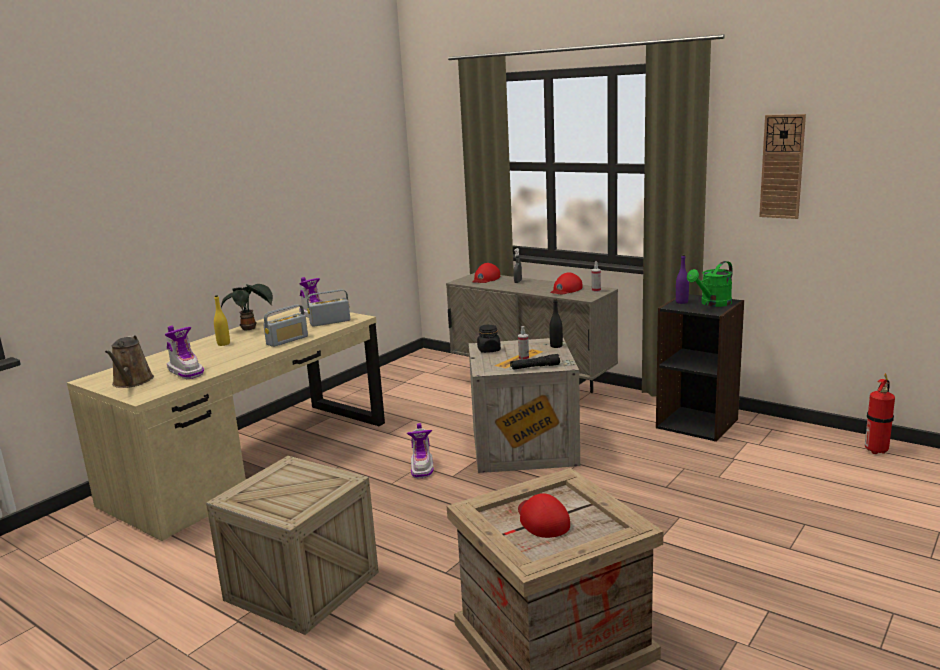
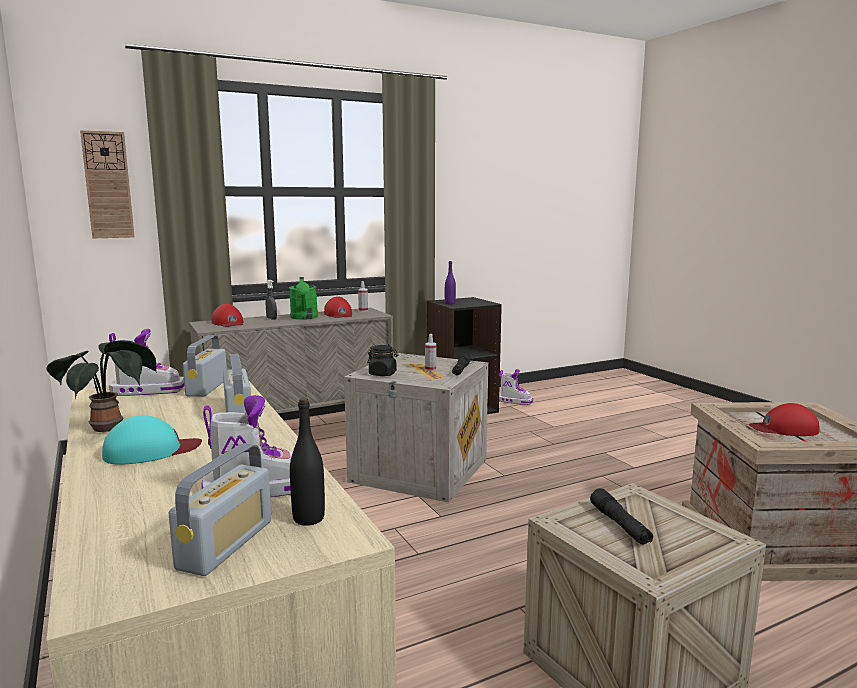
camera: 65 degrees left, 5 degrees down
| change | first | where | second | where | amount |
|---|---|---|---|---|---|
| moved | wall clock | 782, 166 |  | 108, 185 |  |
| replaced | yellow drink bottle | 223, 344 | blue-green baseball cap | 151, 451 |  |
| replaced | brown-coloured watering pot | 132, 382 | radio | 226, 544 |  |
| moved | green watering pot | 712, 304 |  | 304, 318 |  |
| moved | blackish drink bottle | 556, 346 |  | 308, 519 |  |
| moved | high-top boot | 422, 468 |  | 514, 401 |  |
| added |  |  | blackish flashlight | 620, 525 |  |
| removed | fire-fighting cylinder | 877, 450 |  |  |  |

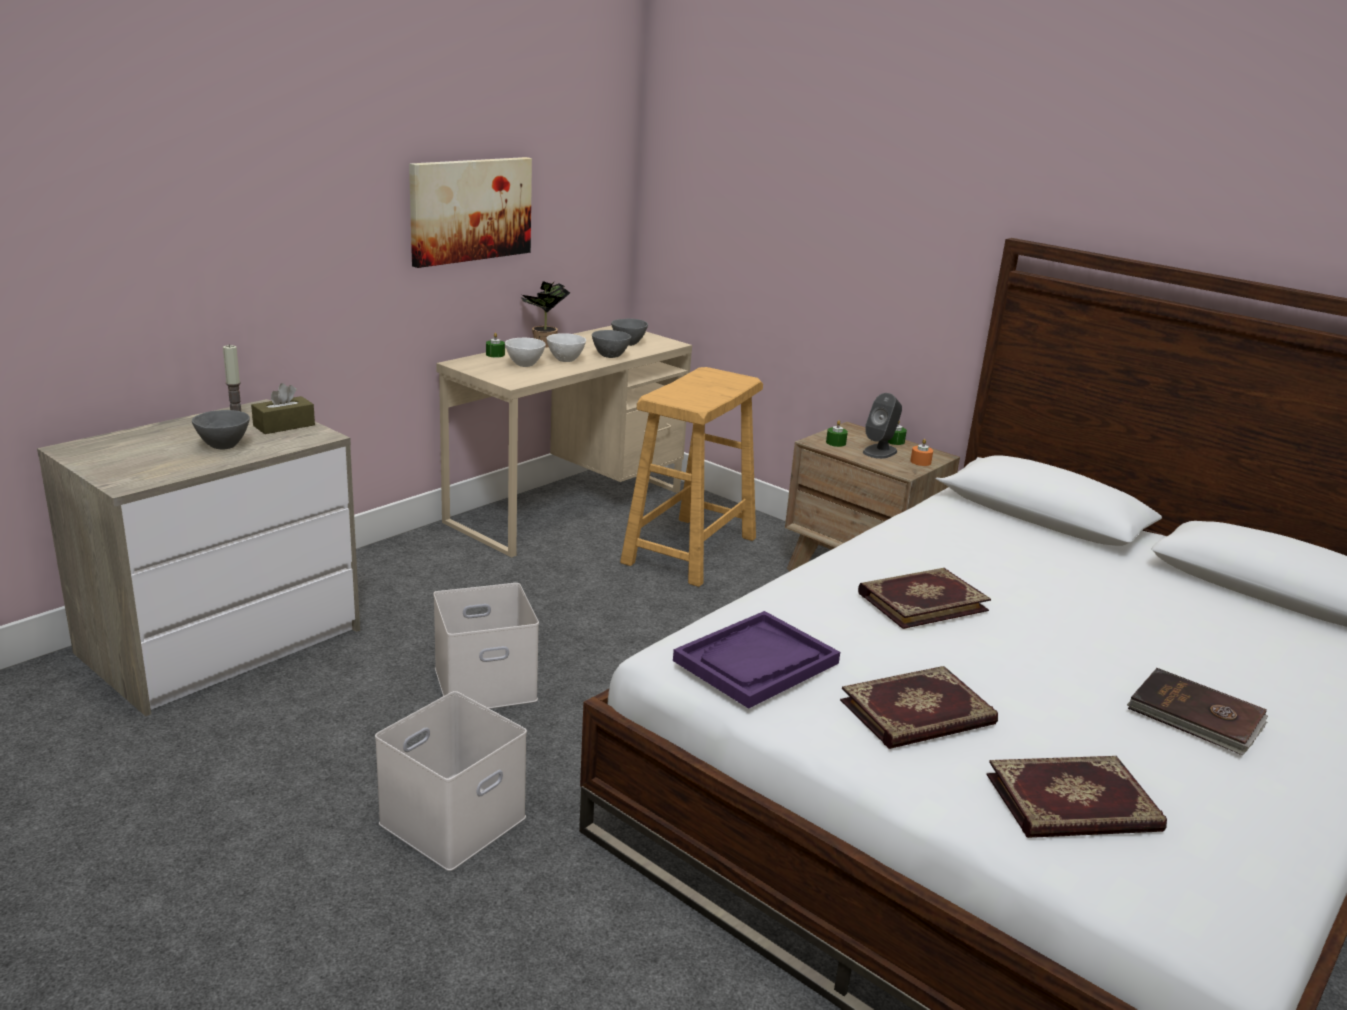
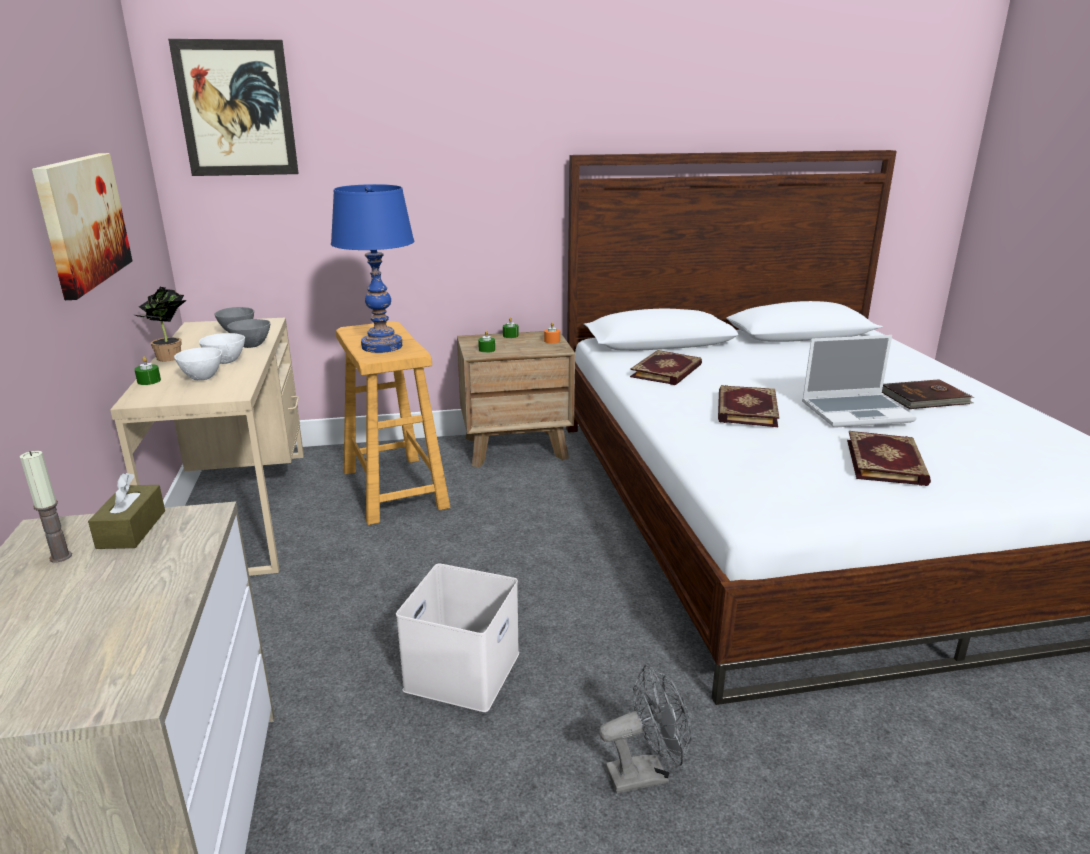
camera: 50 degrees left, 0 degrees up
| change | first | where | second | where | amount |
|---|---|---|---|---|---|
| added |  |  | picture | 236, 109 |  |
| added |  |  | bluish tabletop lamp | 382, 346 |  |
| replaced | white storage box | 453, 818 | gray fan | 646, 773 |  |
| moved | bound book | 1073, 805 |  | 667, 371 |  |
| added |  |  | portable computer | 856, 412 |  |
| removed | gray deep dish | 223, 446 |  |  |  |
| removed | purple tray | 756, 662 |  |  |  |
| removed | gray loudspeaker | 880, 451 |  |  |  |

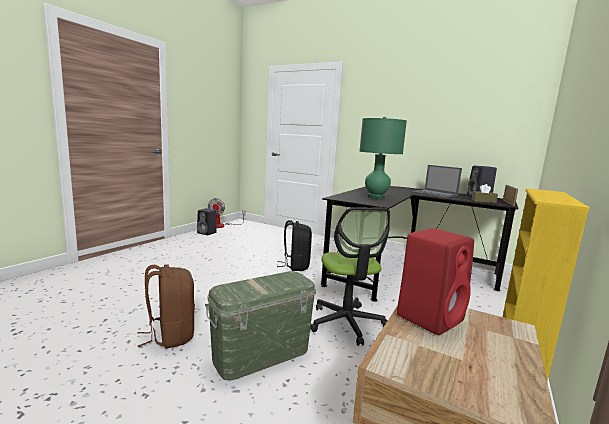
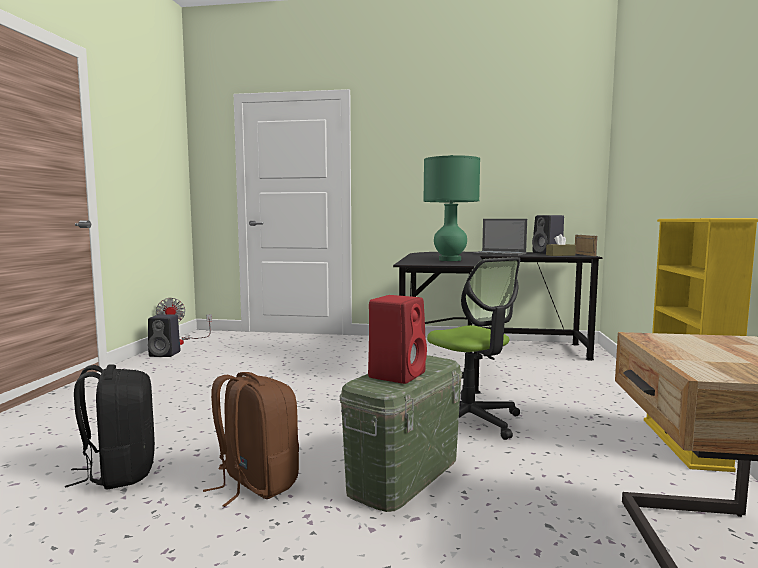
camera: 20 degrees left, 5 degrees down
| change | first | where | second | where | amount |
|---|---|---|---|---|---|
| moved | blackish backpack | 295, 266 |  | 119, 473 |  |
| moved | reddish loudspeaker | 430, 317 |  | 397, 374 |  |

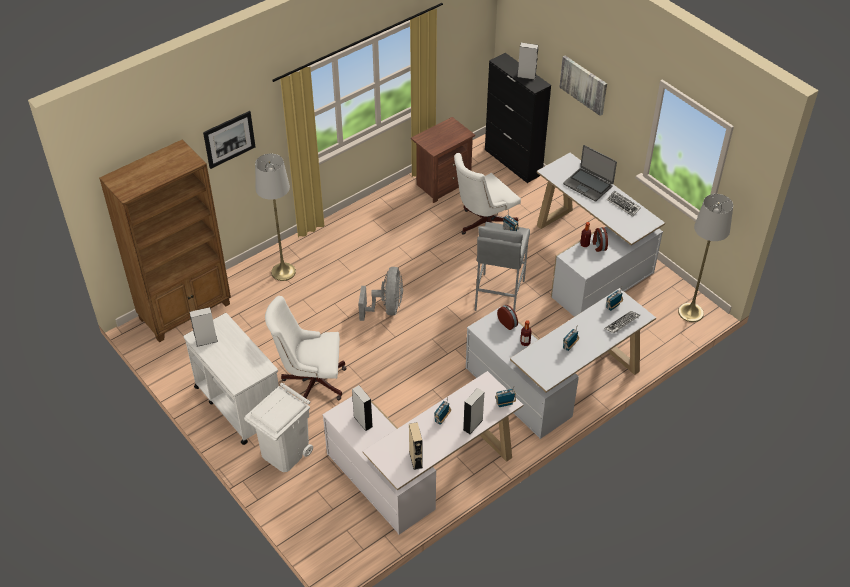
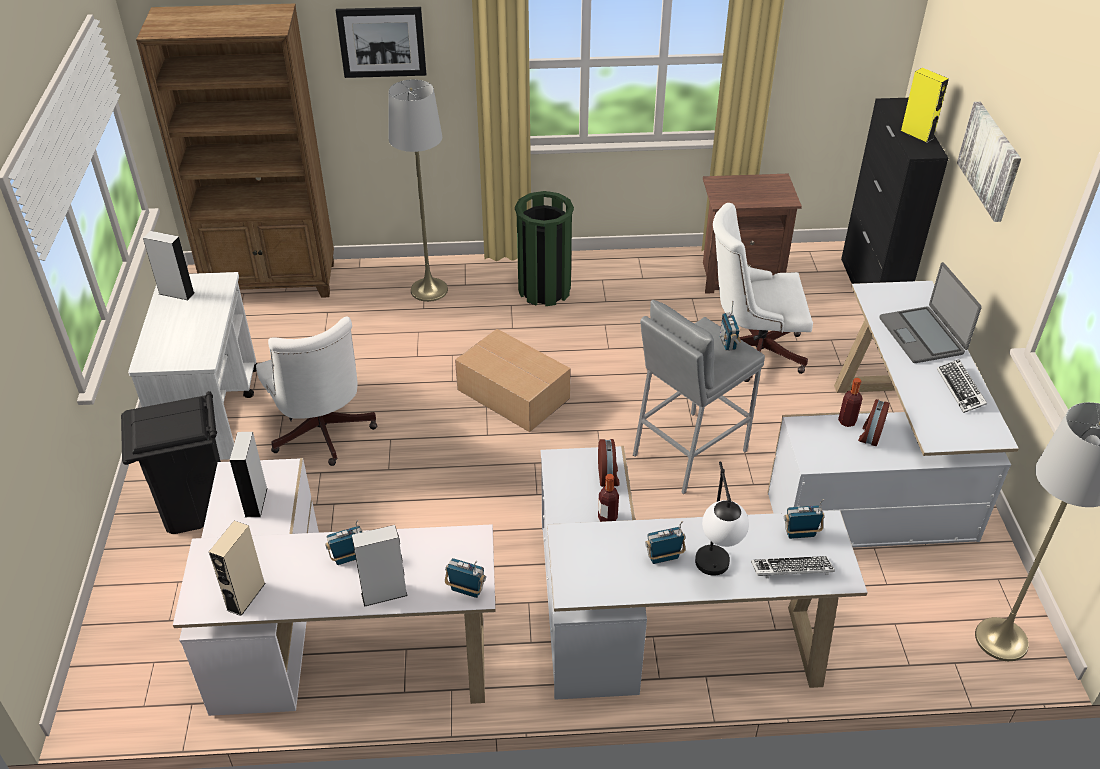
camera: 35 degrees right, 5 degrees down
| change | first | where | second | where | amount |
|---|---|---|---|---|---|
| recoloured | white trash can | 285, 453 | blackish trash can | 195, 508 |  |
| turned | white desk chair | 310, 381 |  | 322, 435 | 150 degrees counterclockwise |
| replaced | gray fan | 386, 308 | cardboard box | 512, 393 |  |
| added |  |  | green trash can | 544, 290 |  |
| added |  |  | tabletop lamp | 714, 573 |  |
| recoloured | gray loudspeaker | 526, 76 | yellow loudspeaker | 917, 134 |  |

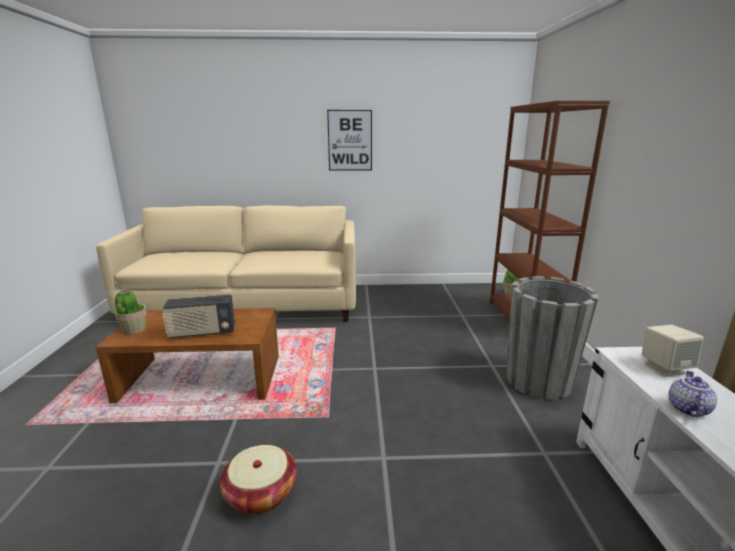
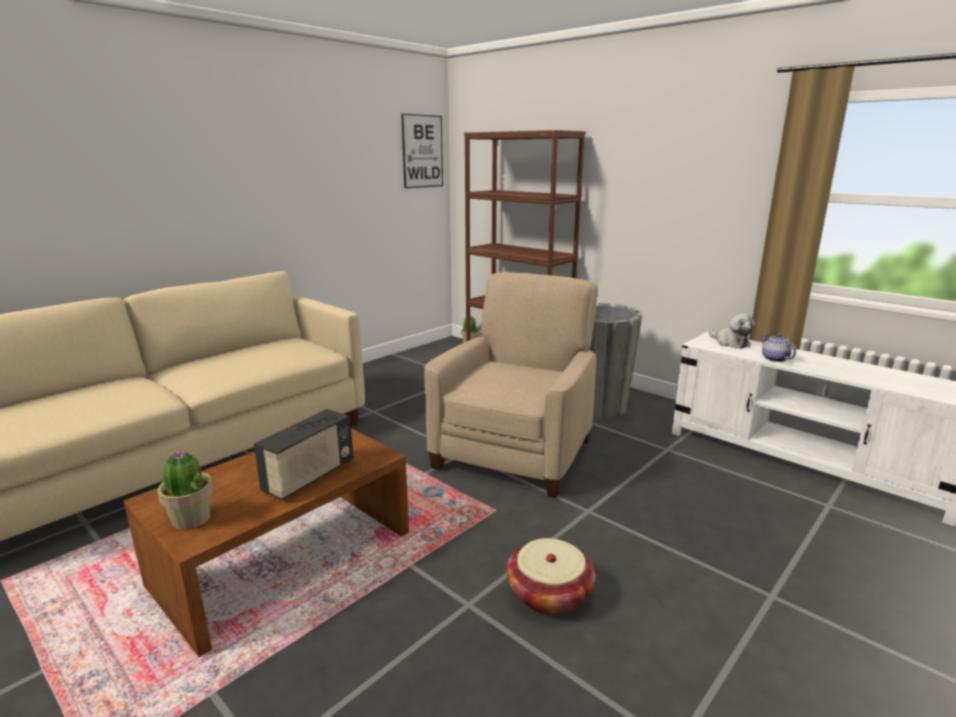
camera: 45 degrees left, 0 degrees up
| change | first | where | second | where | amount |
|---|---|---|---|---|---|
| moved | picture | 350, 140 |  | 422, 151 |  |
| added |  |  | sand-coloured lounge chair | 515, 452 |  |
| replaced | sand-coloured loudspeaker | 664, 368 | plush toy | 730, 343 |  |

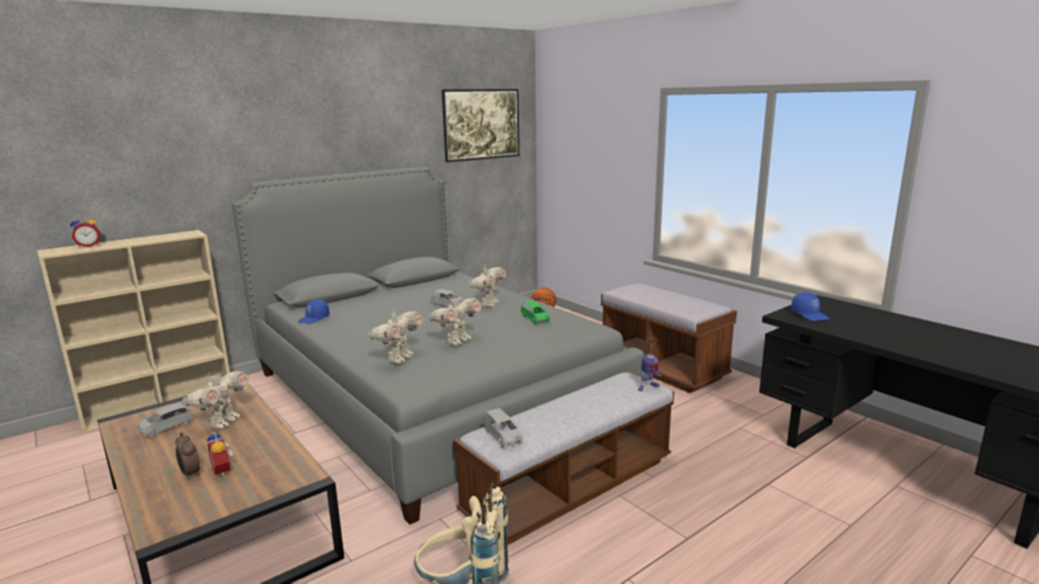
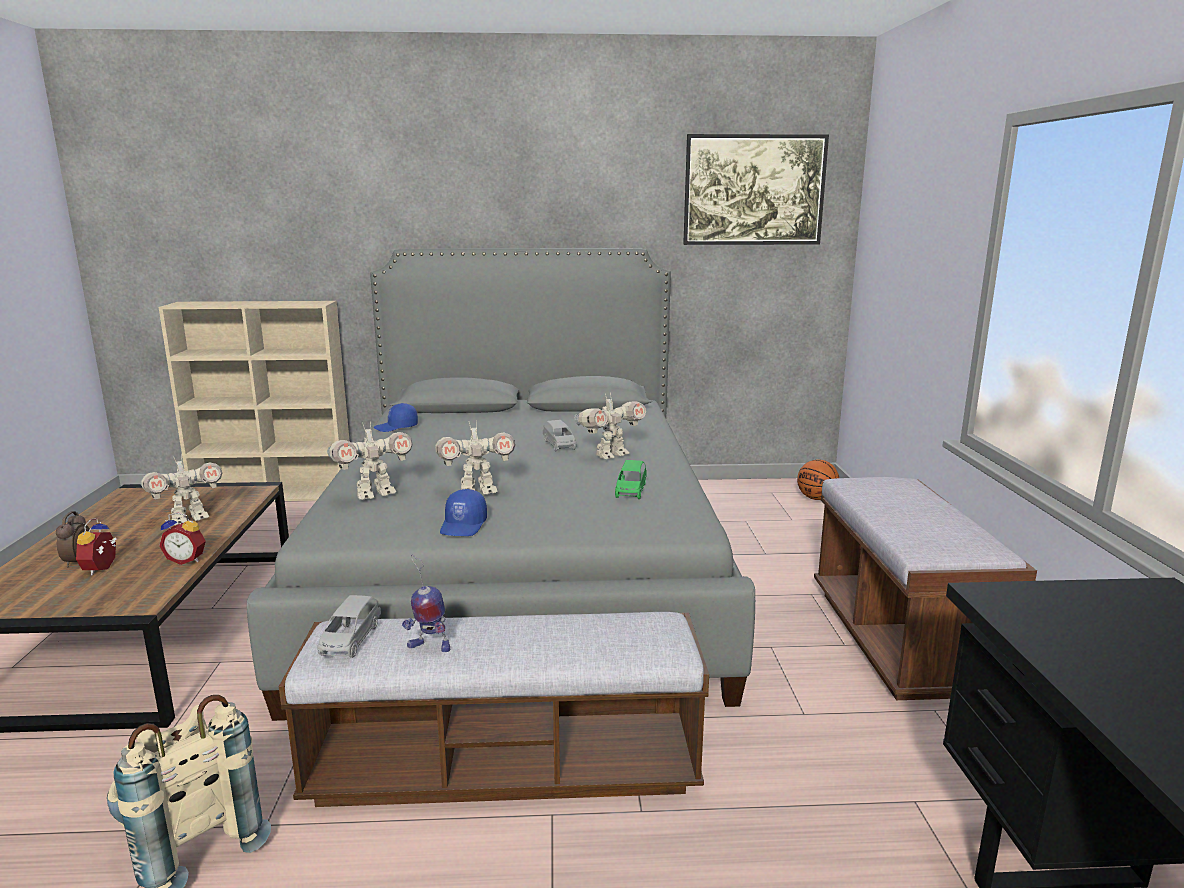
camera: 35 degrees right, 0 degrees up
| change | first | where | second | where | amount |
|---|---|---|---|---|---|
| moved | alarm clock | 89, 246 |  | 187, 560 |  |
| moved | robot figure | 647, 387 |  | 429, 647 |  |
| moved | bluish baseball cap | 810, 315 |  | 464, 526 |  |
| removed | gray toy car | 166, 427 |  |  |  |

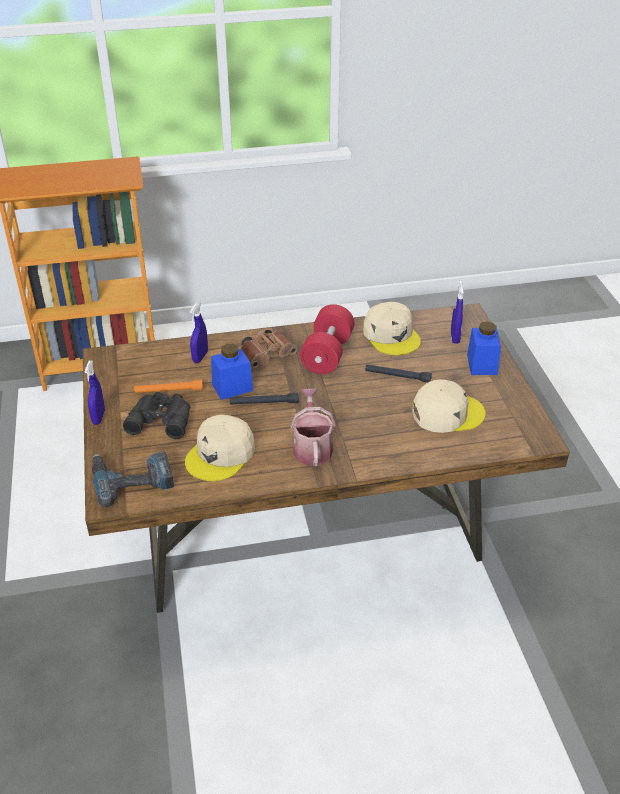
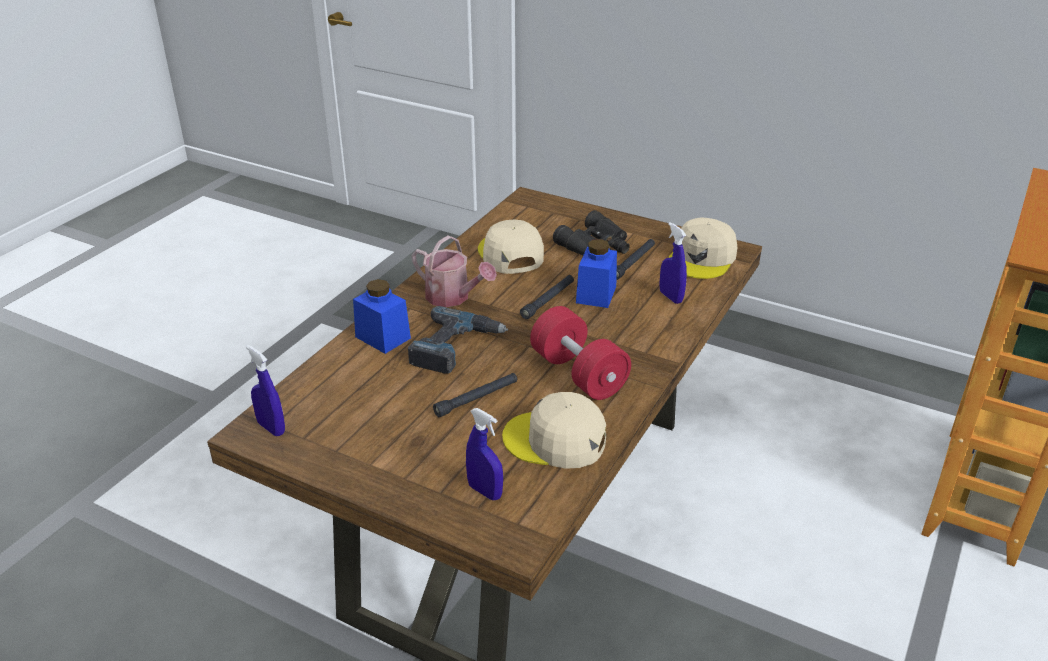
camera: 130 degrees right, 5 degrees down
| change | first | where | second | where | amount |
|---|---|---|---|---|---|
| moved | bluish sprayer | 98, 417 |  | 271, 428 |  |
| moved | bluish storage jar | 482, 364 |  | 383, 337 |  |
| moved | power drill | 132, 479 |  | 455, 347 |  |
| recoloured | orangey flashlight | 169, 391 | blackish flashlight | 633, 262 |  |
| moved | sand-coloured baseball cap | 447, 413 |  | 702, 258 |  |
| removed | brown-coloured binoculars | 268, 356 |  |  |  |

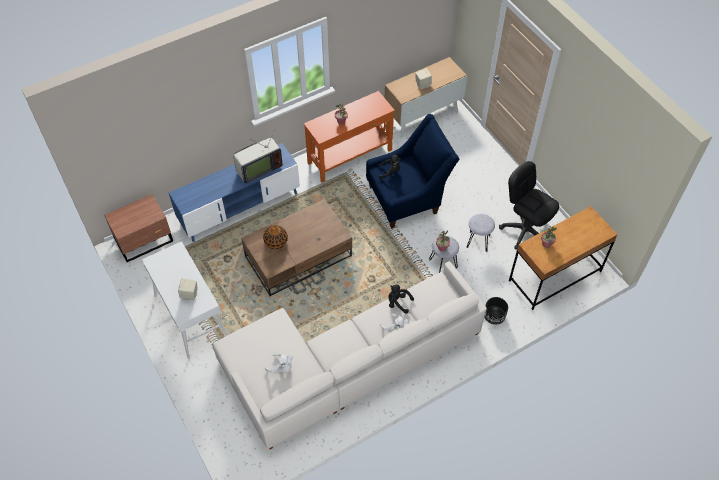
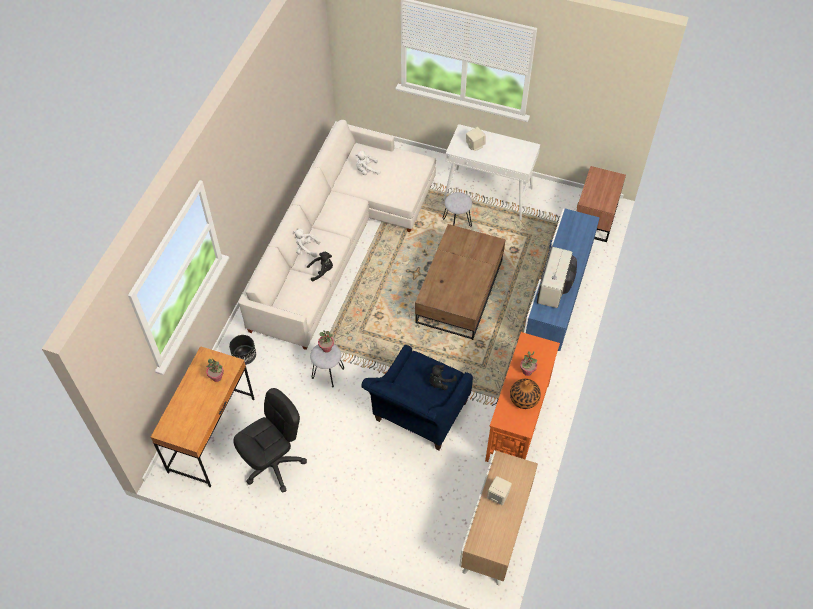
camera: 140 degrees right, 0 degrees up
| change | first | where | second | where | amount |
|---|---|---|---|---|---|
| turned | blackish desk chair | 524, 230 |  | 274, 464 | 45 degrees counterclockwise |
| moved | gray sitting stool | 478, 241 |  | 457, 223 |  |
| moved | vase | 276, 242 |  | 524, 399 |  |

